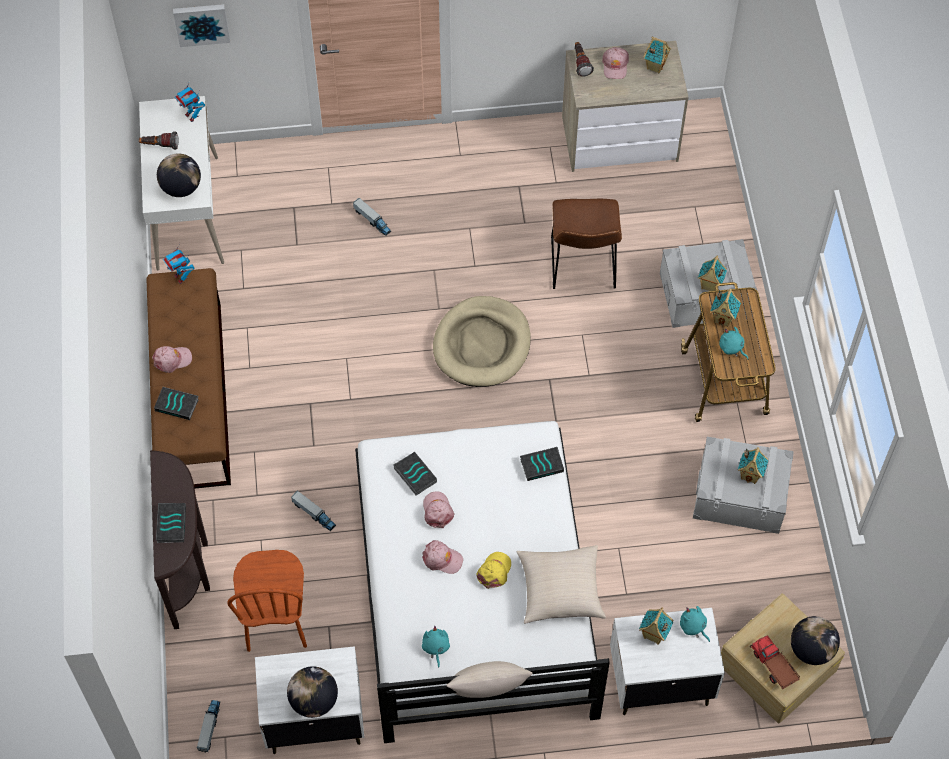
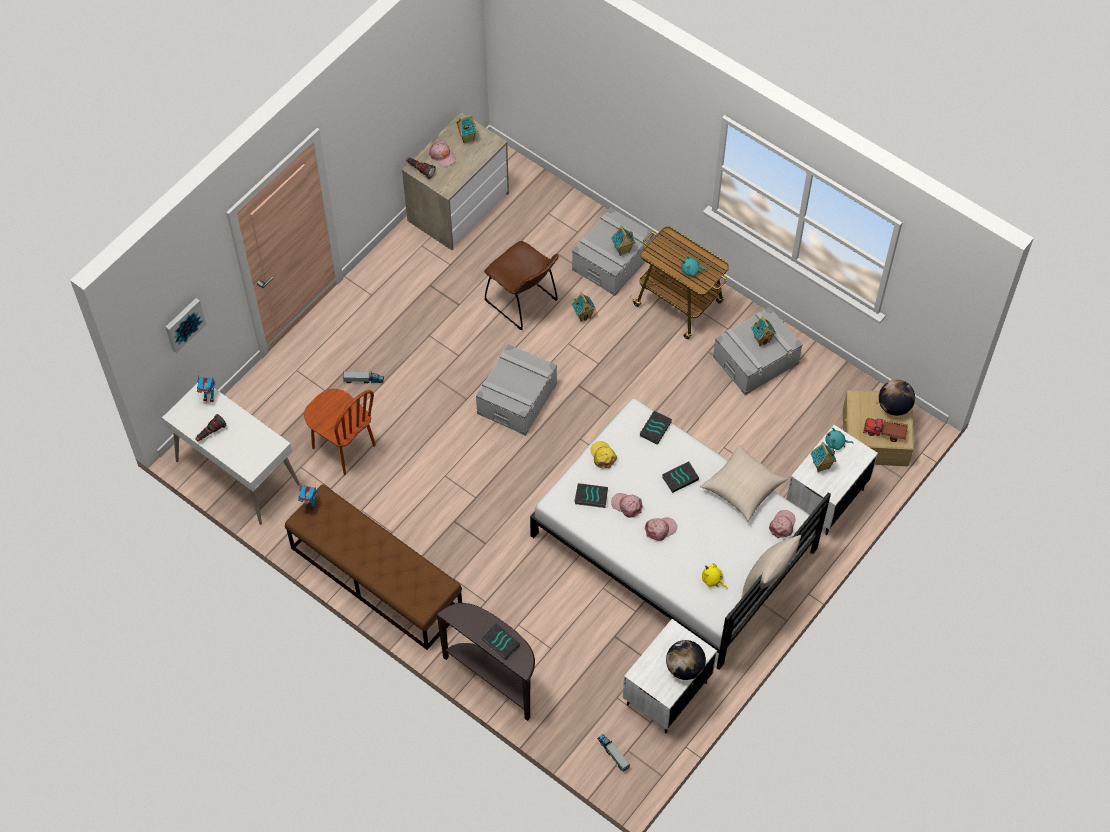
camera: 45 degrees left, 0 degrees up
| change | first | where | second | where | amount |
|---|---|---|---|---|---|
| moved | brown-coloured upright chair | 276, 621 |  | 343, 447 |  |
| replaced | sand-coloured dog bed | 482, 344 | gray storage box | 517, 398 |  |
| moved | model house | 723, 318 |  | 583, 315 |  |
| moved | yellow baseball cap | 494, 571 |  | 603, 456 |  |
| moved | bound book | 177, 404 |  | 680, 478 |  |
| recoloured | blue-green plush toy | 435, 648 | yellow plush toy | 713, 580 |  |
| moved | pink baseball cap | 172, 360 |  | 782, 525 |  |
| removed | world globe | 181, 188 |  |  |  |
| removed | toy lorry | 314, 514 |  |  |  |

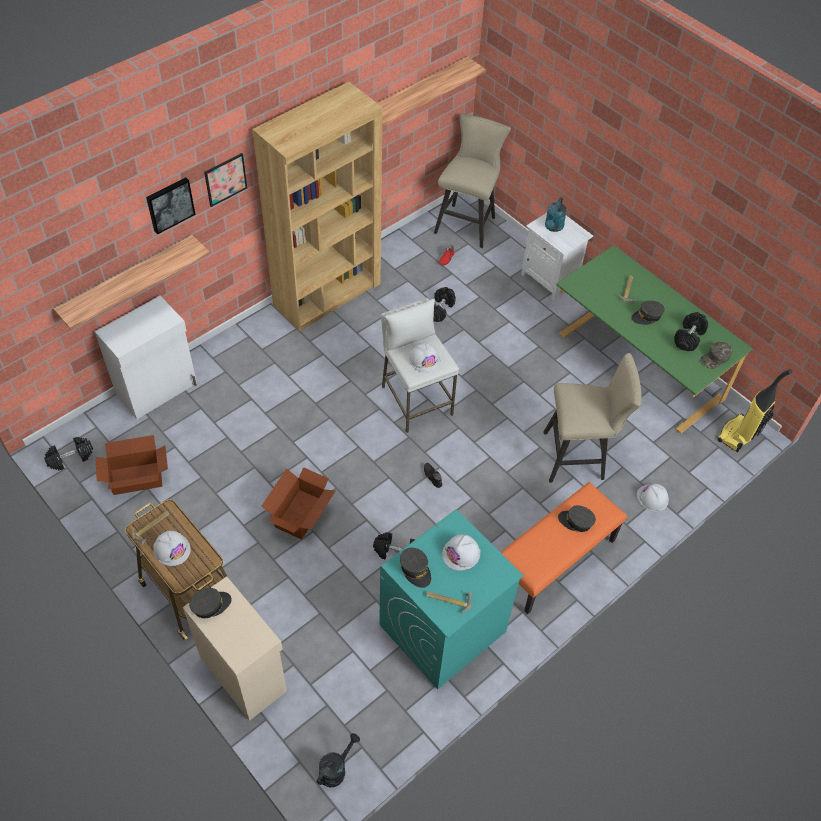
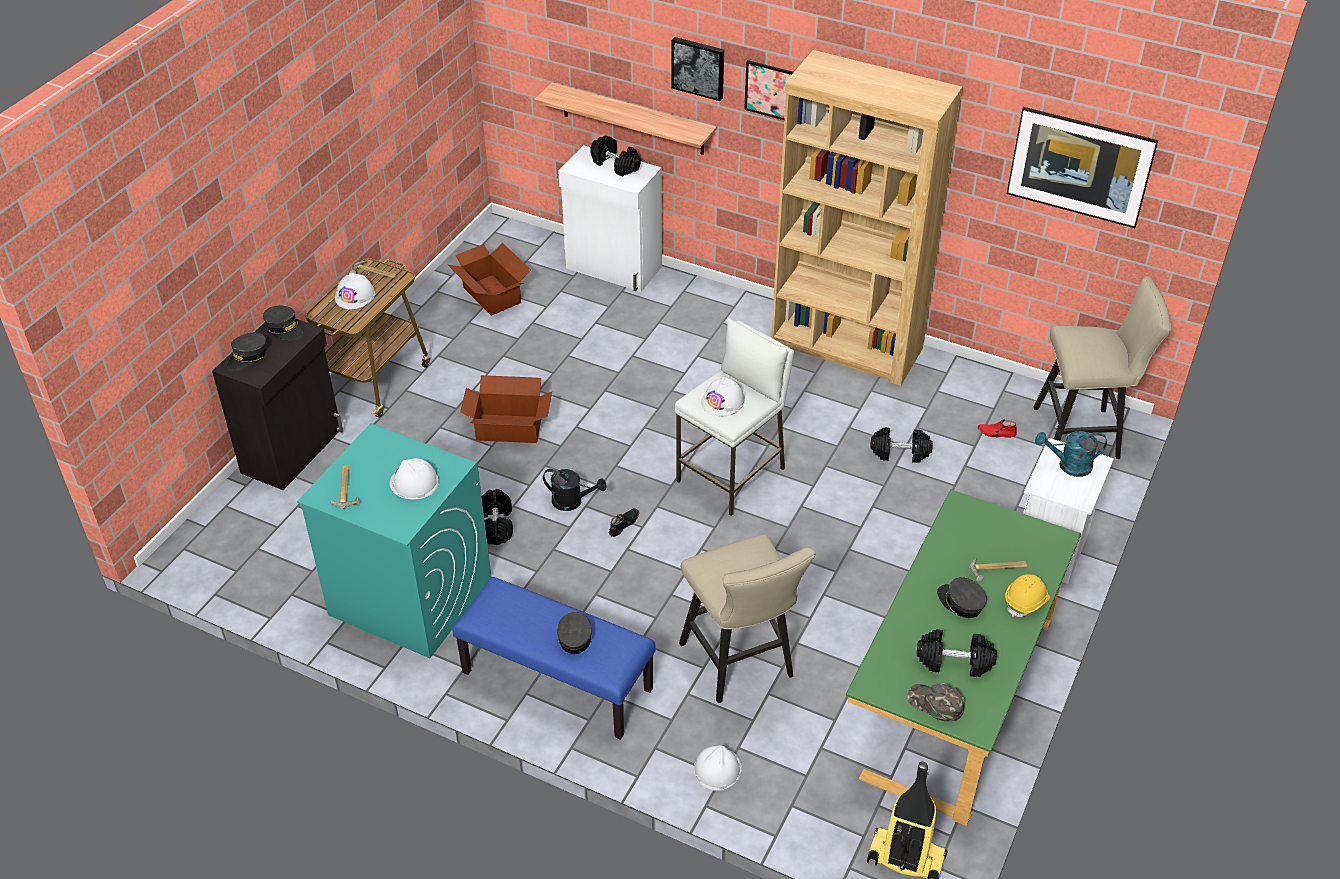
camera: 70 degrees right, 10 degrees down
| change | first | where | second | where | amount |
|---|---|---|---|---|---|
| recoloured | sand-coloured storage cabinet | 244, 672 | blackish storage cabinet | 293, 451 |  |
| moved | gray baseball cap | 415, 570 |  | 248, 357 |  |
| recoloured | orangey long seat | 555, 561 | bluish long seat | 556, 682 |  |
| moved | blackish watering pot | 336, 769 |  | 572, 502 |  |
| moved | blackish dumbbell | 71, 458 |  | 616, 165 |  |
| added |  |  | yellow hard hat | 1026, 601 |  |
| replaced | shelf | 414, 94 | picture | 1075, 188 |  |

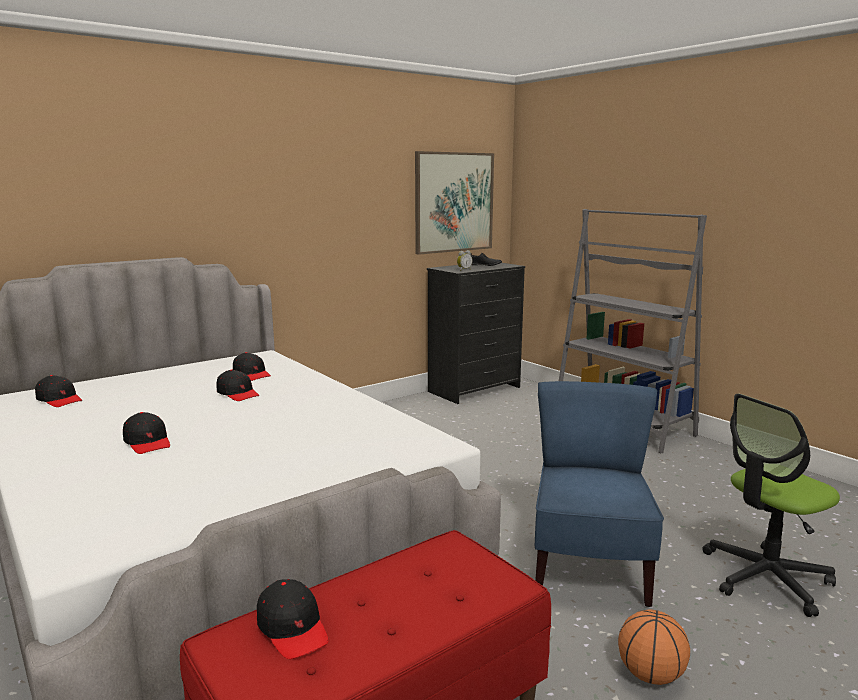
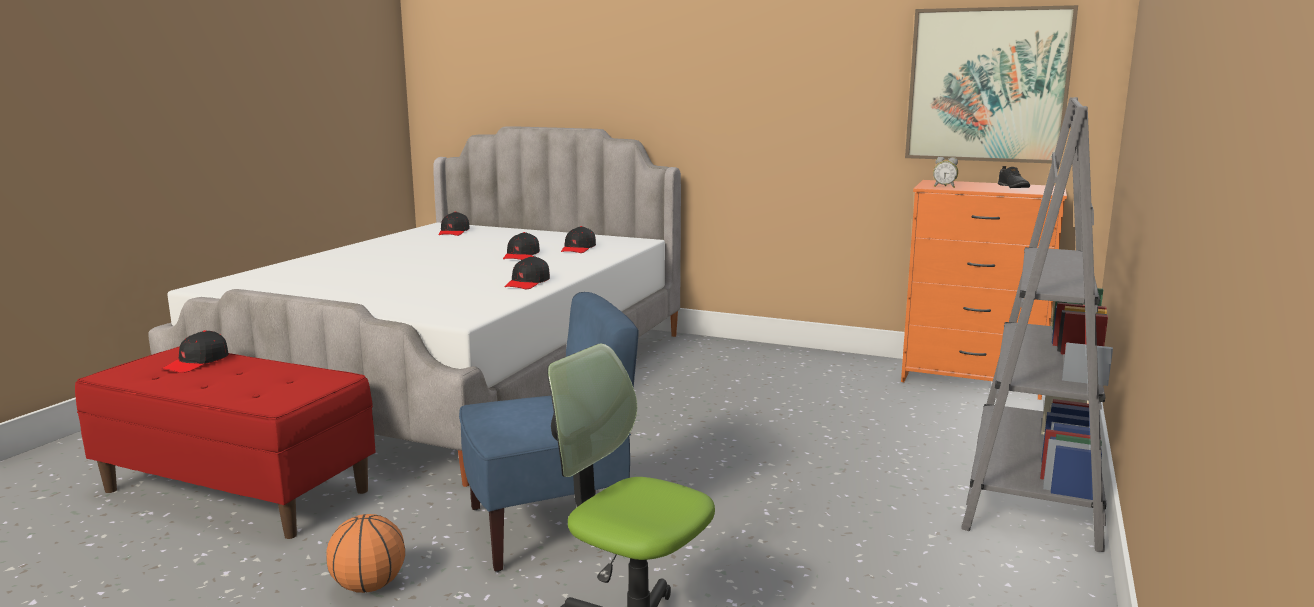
camera: 60 degrees right, 0 degrees up
| change | first | where | second | where | amount |
|---|---|---|---|---|---|
| moved | blackish baseball cap | 148, 442 |  | 528, 283 |  |
| recoloured | blackish chest of drawers | 474, 389 | orangey chest of drawers | 971, 379 |  |

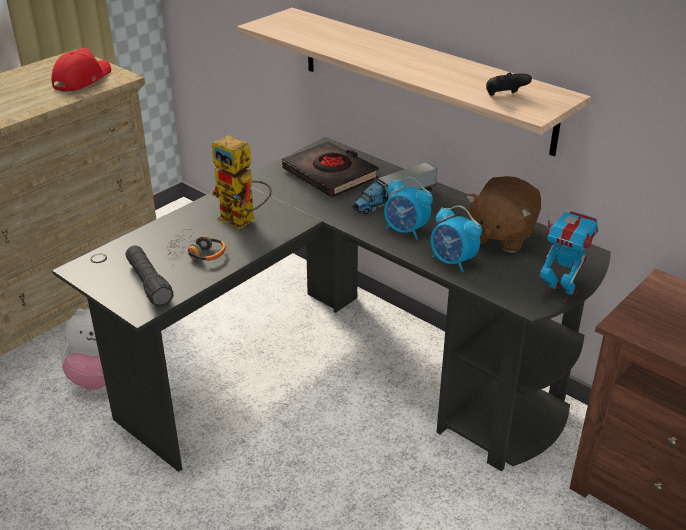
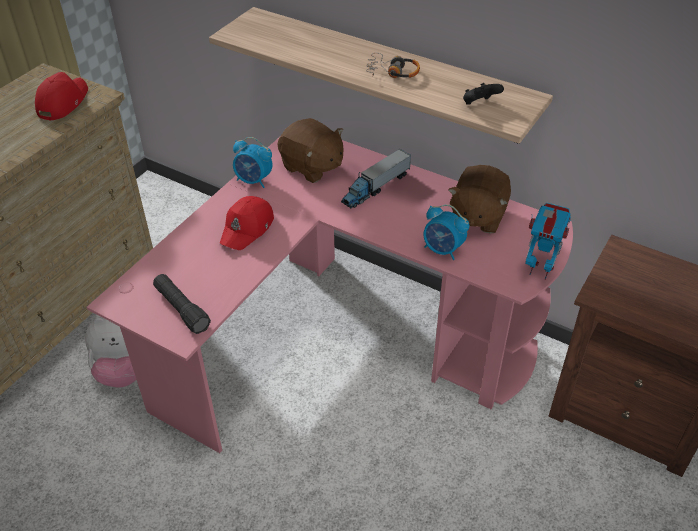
camera: 10 degrees left, 10 degrees up
| change | first | where | second | where | amount |
|---|---|---|---|---|---|
| recoloured | blackish desk unit | 343, 377 | pink desk unit | 340, 340 |  |
| replaced | robot figure | 244, 221 | reddish baseball cap | 248, 228 |  |
| moved | alarm clock | 405, 231 |  | 254, 180 |  |
| replaced | blackish bound book | 330, 175 | brown-coloured plush toy | 312, 167 |  |
| moved | pair of headphones | 197, 252 |  | 392, 72 |  |

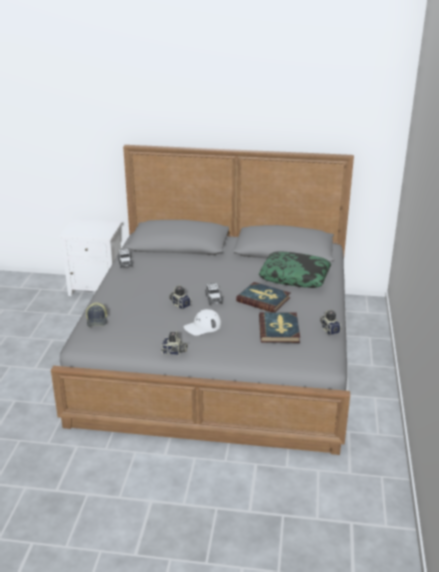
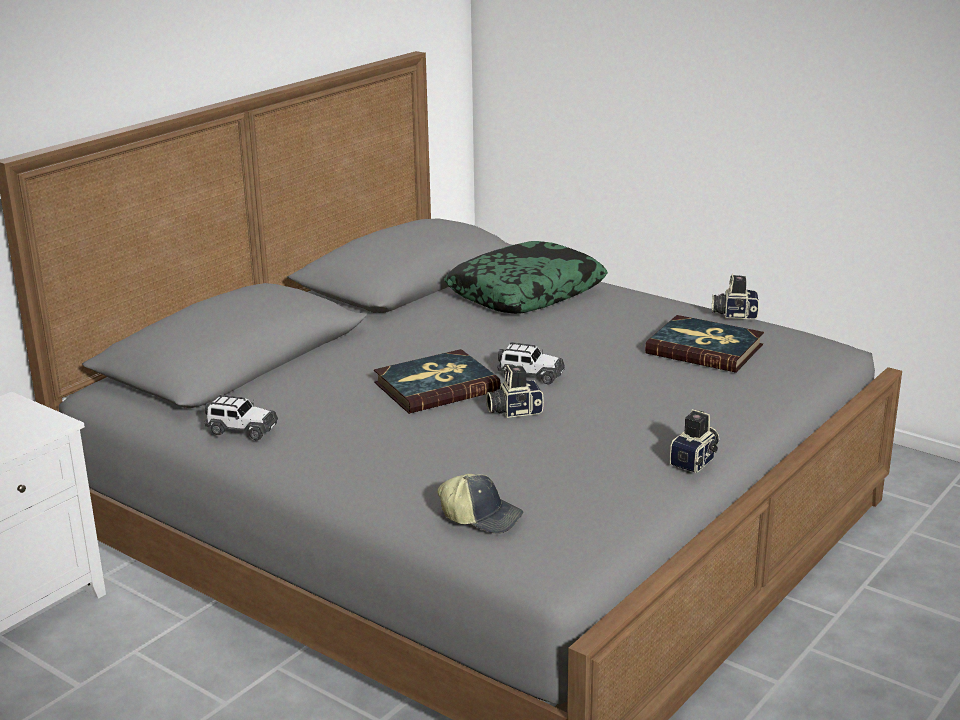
camera: 60 degrees left, 5 degrees down
| change | first | where | second | where | amount |
|---|---|---|---|---|---|
| moved | bound book | 263, 299 |  | 436, 387 |  |
| removed | white baseball cap | 202, 326 |  |  |  |

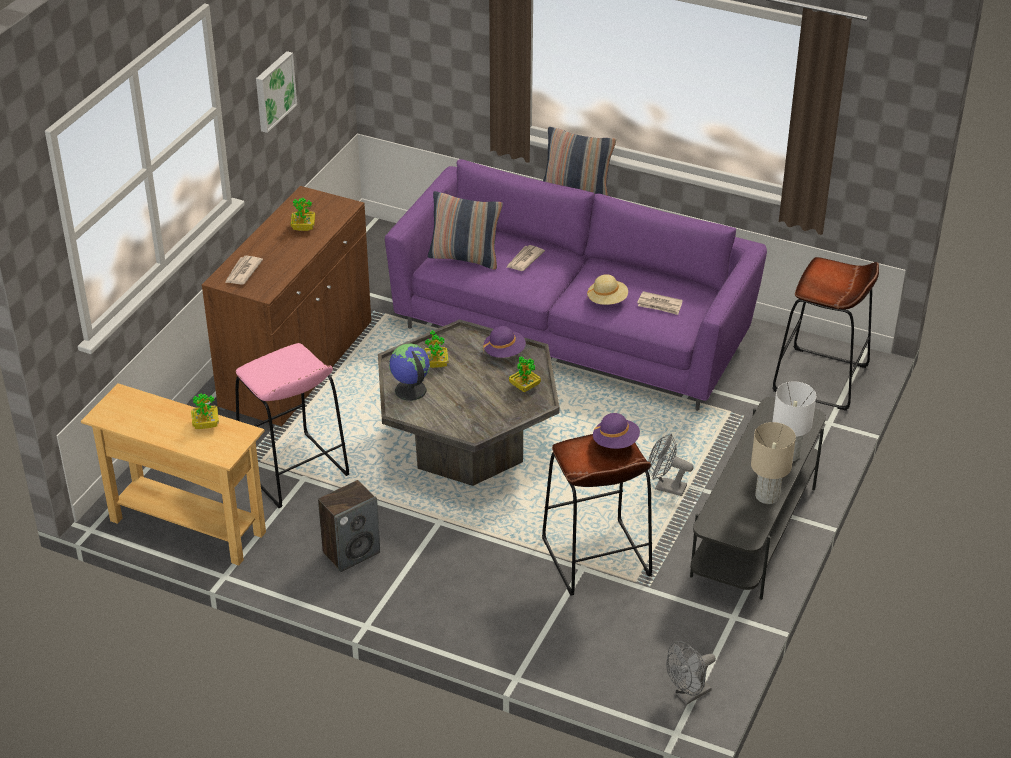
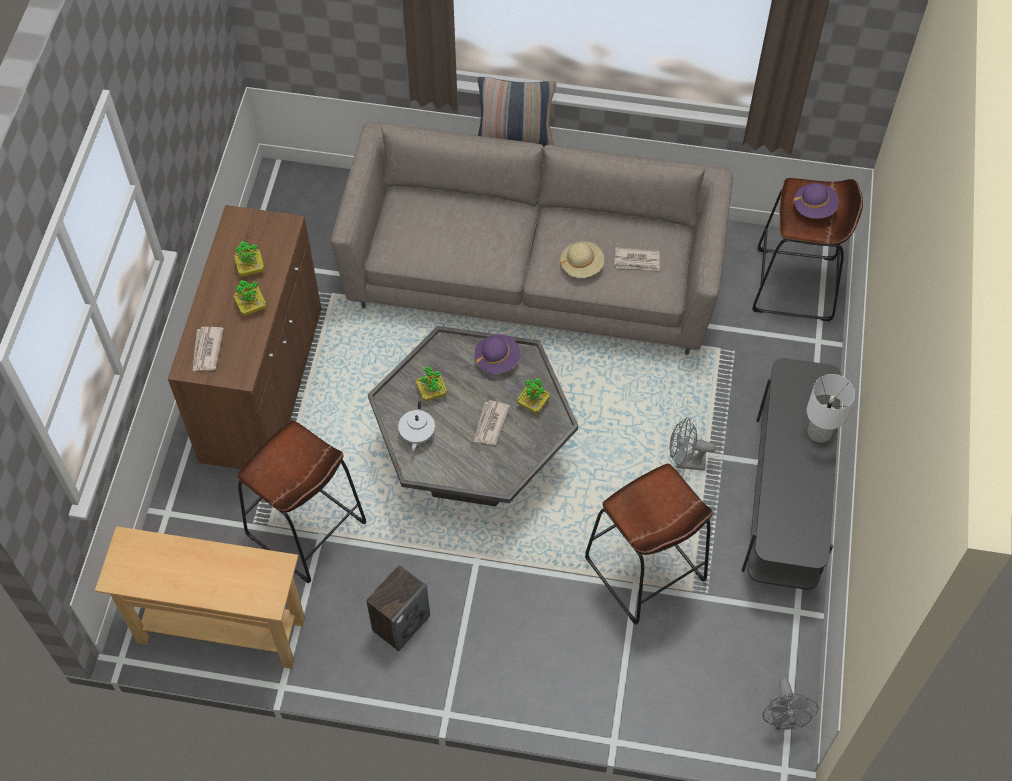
camera: 15 degrees left, 20 degrees up
| change | first | where | second | where | amount |
|---|---|---|---|---|---|
| moved | houseplant | 206, 424 |  | 251, 306 |  |
| recoloured | pink sitting stool | 293, 471 | brown-coloured sitting stool | 306, 529 |  |
| recoloured | purple couch | 573, 332 | sand-coloured couch | 533, 276 |  |
| replaced | world globe | 410, 390 | white teapot | 417, 435 |  |
| moved | printed paper | 524, 260 |  | 490, 424 |  |
| turned | gray fan | 688, 695 |  | 783, 719 | 45 degrees counterclockwise |
| moved | purple wearable hat | 615, 442 |  | 814, 208 |  |
| removed | picture | 273, 91 |  |  |  |
| removed | cushion | 465, 258 |  |  |  |
| removed | sand-coloured tabletop lamp | 768, 496 |  |  |  |

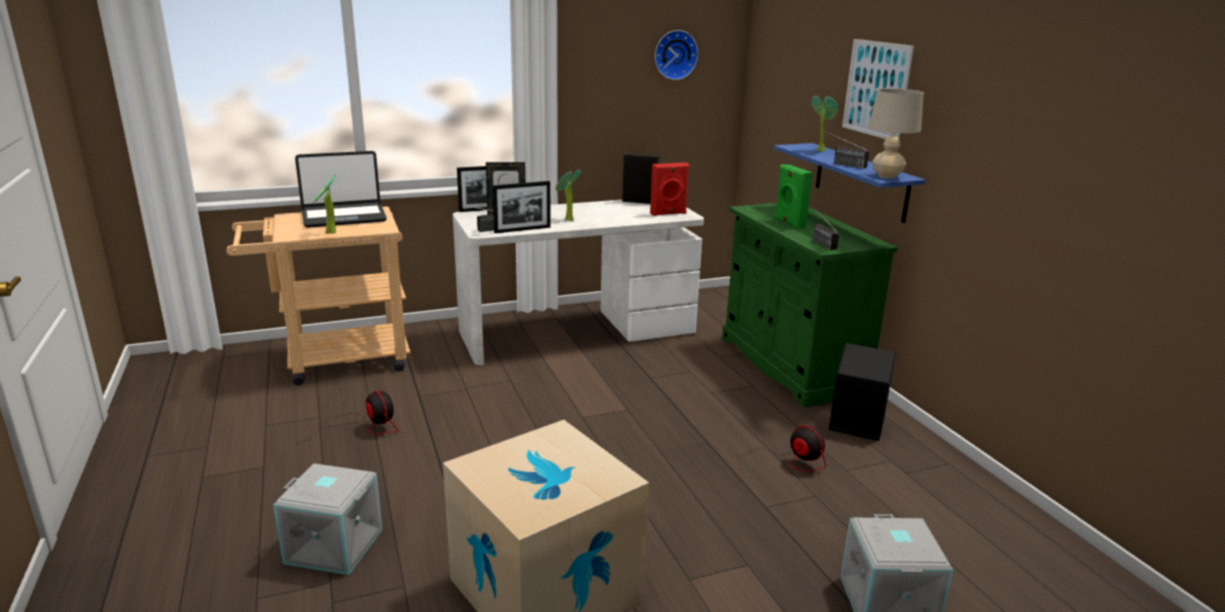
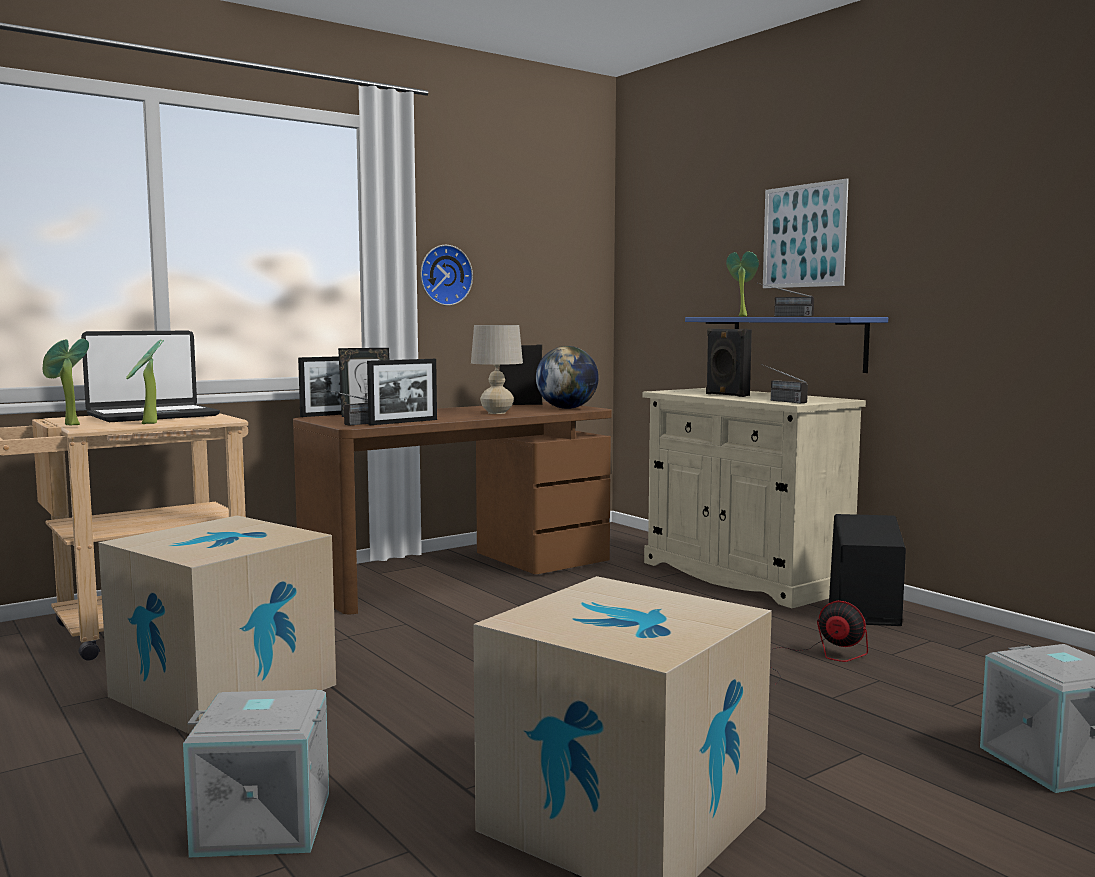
camera: 15 degrees left, 15 degrees down
| change | first | where | second | where | amount |
|---|---|---|---|---|---|
| moved | houseplant | 567, 220 |  | 68, 425 |  |
| replaced | fan | 364, 427 | cardboard box | 223, 690 |  |
| recoloured | white desk unit | 577, 331 | brown-coloured desk unit | 460, 573 |  |
| moved | wall clock | 674, 54 |  | 444, 275 |  |
| moved | sand-coloured tabletop lamp | 887, 176 |  | 497, 413 |  |
| replaced | reddish loudspeaker | 668, 214 | world globe | 567, 408 |  |
| recoloured | green storage cabinet | 791, 364 | sand-coloured storage cabinet | 743, 576 |  |
| recoloured | green loudspeaker | 789, 223 | blackish loudspeaker | 726, 395 |  |

